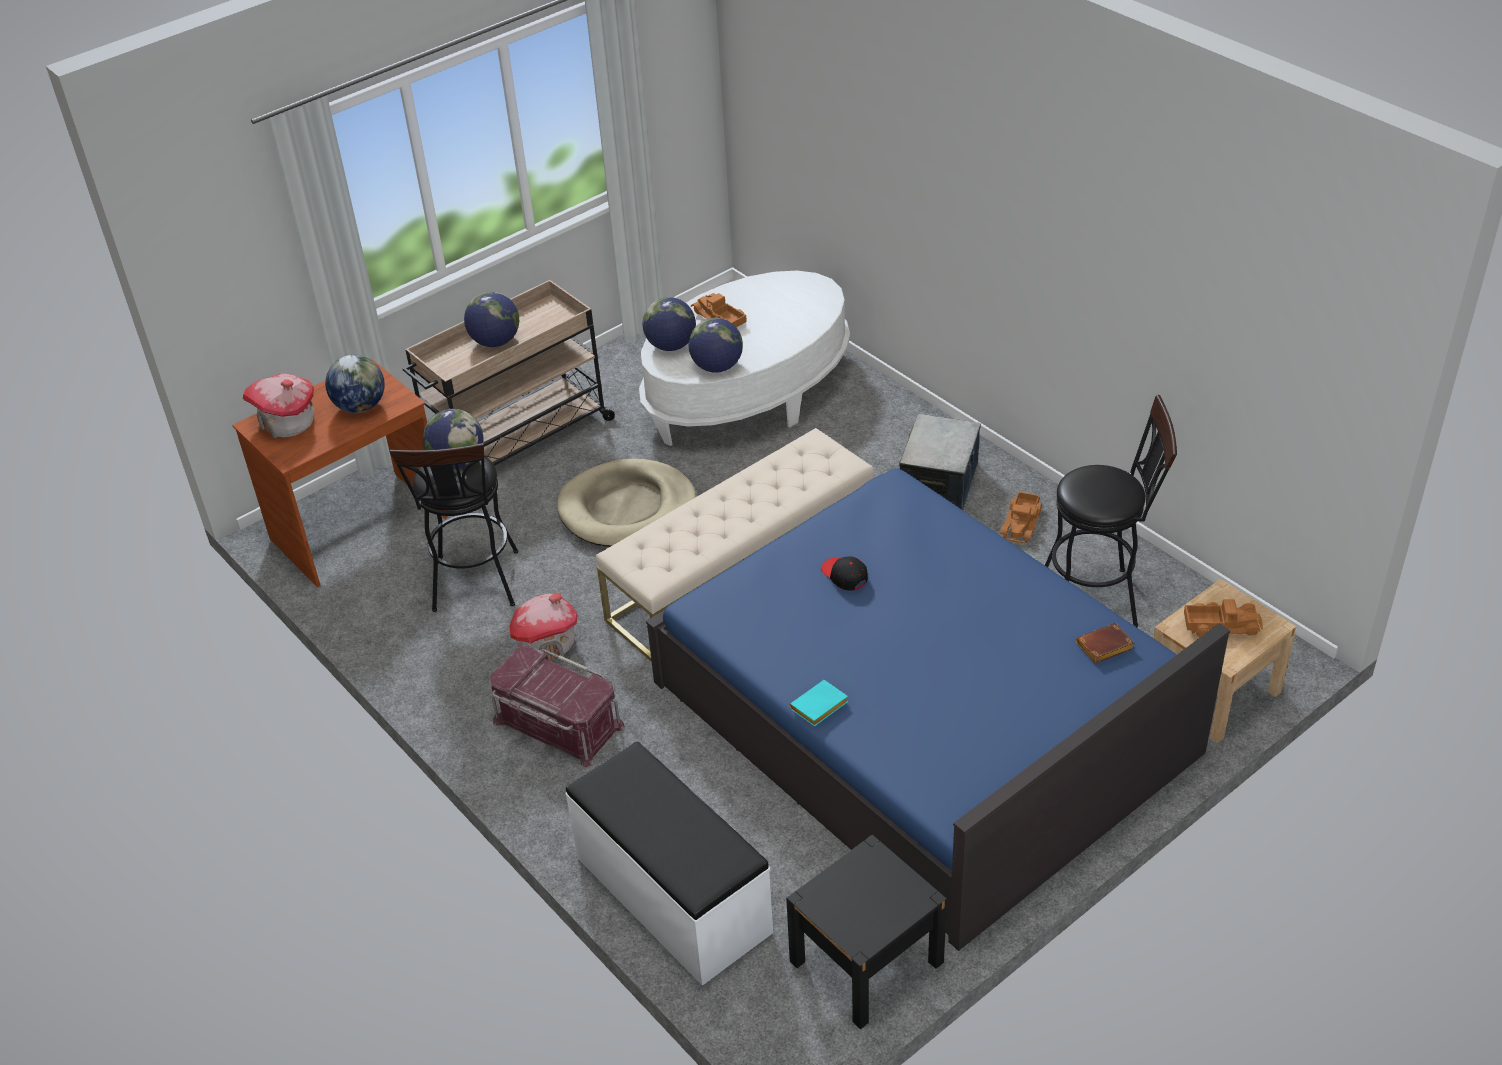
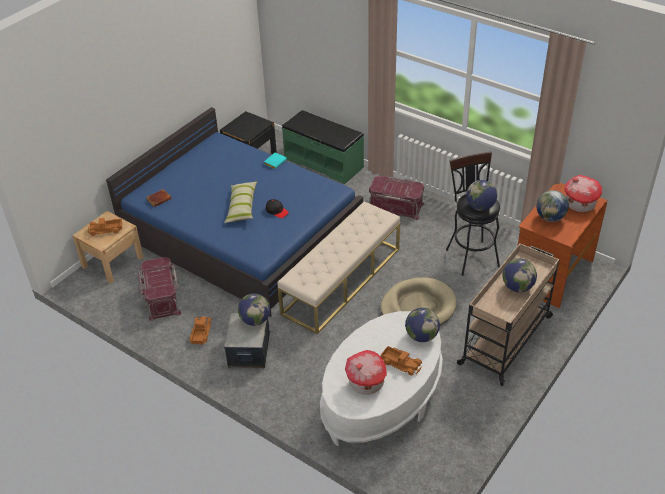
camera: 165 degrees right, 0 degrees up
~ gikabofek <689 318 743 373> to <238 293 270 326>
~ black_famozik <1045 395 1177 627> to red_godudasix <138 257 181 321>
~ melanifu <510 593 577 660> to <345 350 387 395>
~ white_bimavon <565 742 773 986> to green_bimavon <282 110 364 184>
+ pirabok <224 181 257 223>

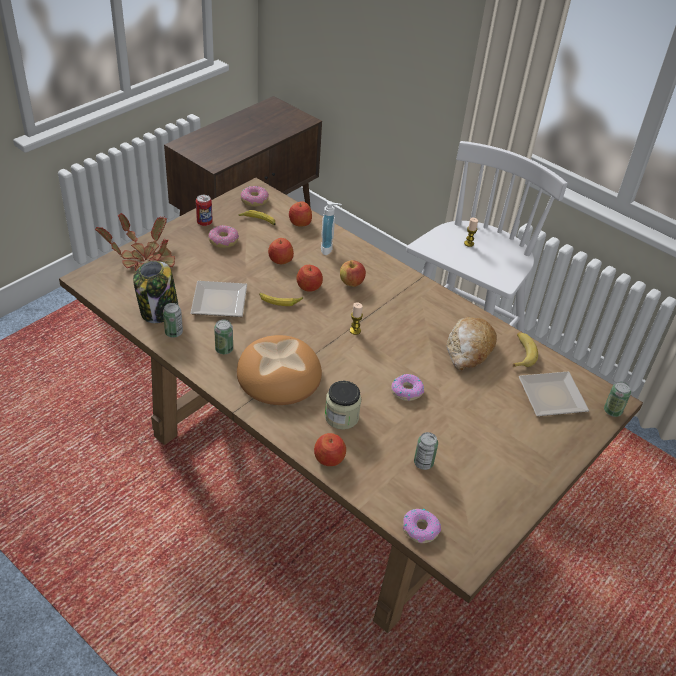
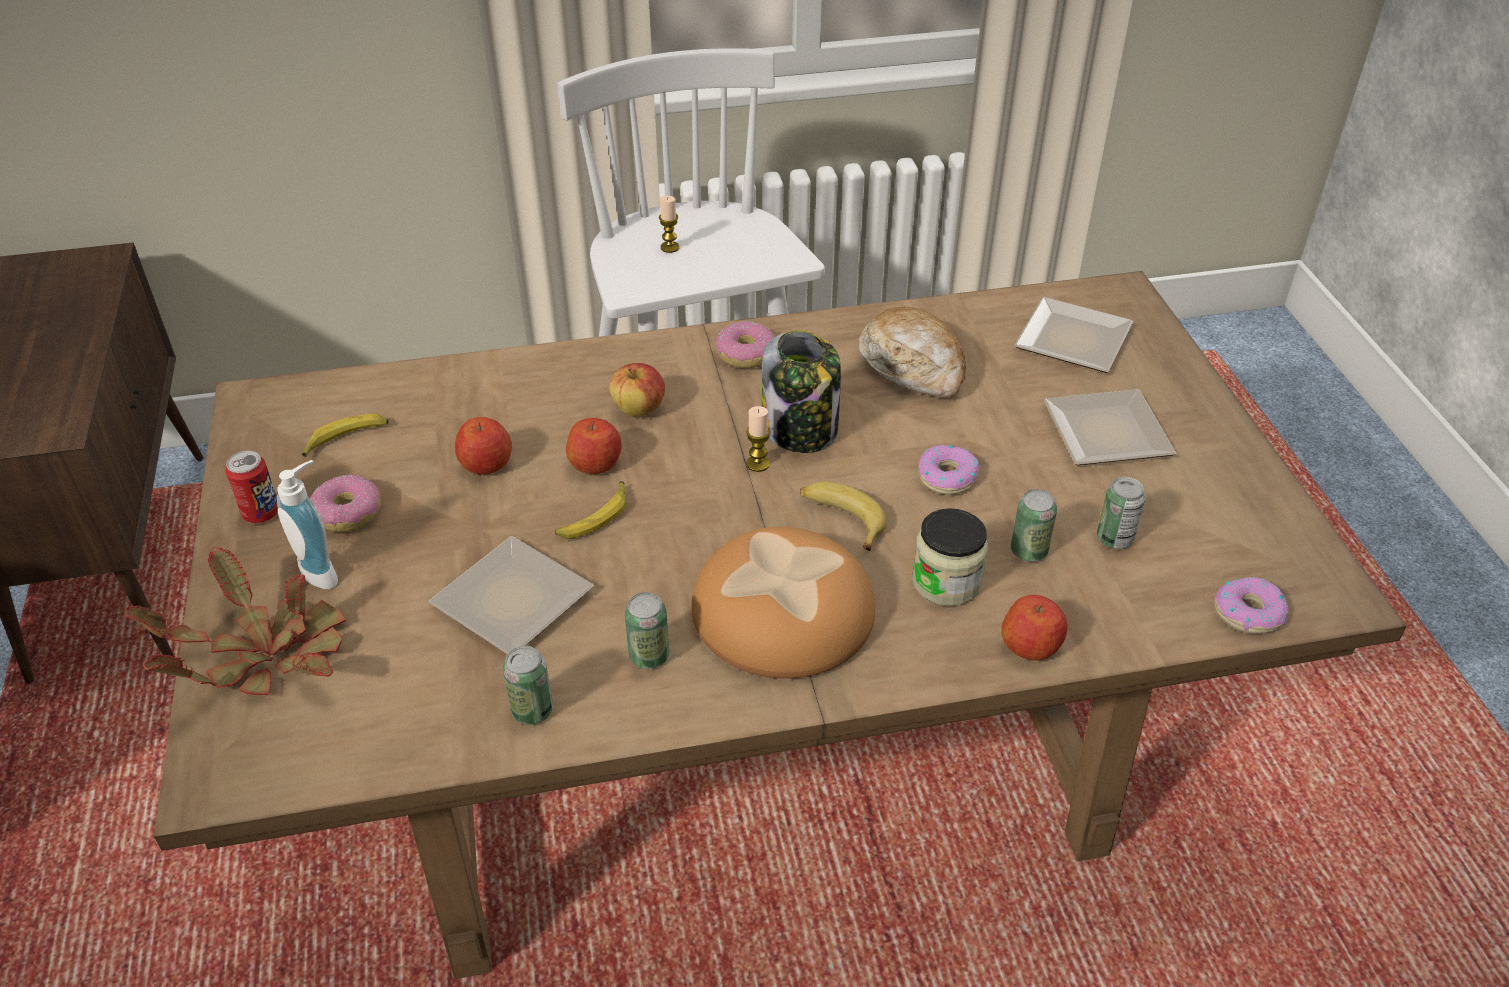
camera: 50 degrees left, 0 degrees up
~ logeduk <241 186 269 207> to <716 321 774 368>
- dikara <289 201 312 227>
~ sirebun <321 201 342 255> to <277 460 338 589>
~ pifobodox <133 261 178 323> to <762 330 841 453>
~ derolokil <513 332 538 367> to <800 482 887 551>
~ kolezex <604 382 631 417> to <1011 489 1057 562>
+ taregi <1043 389 1176 465>

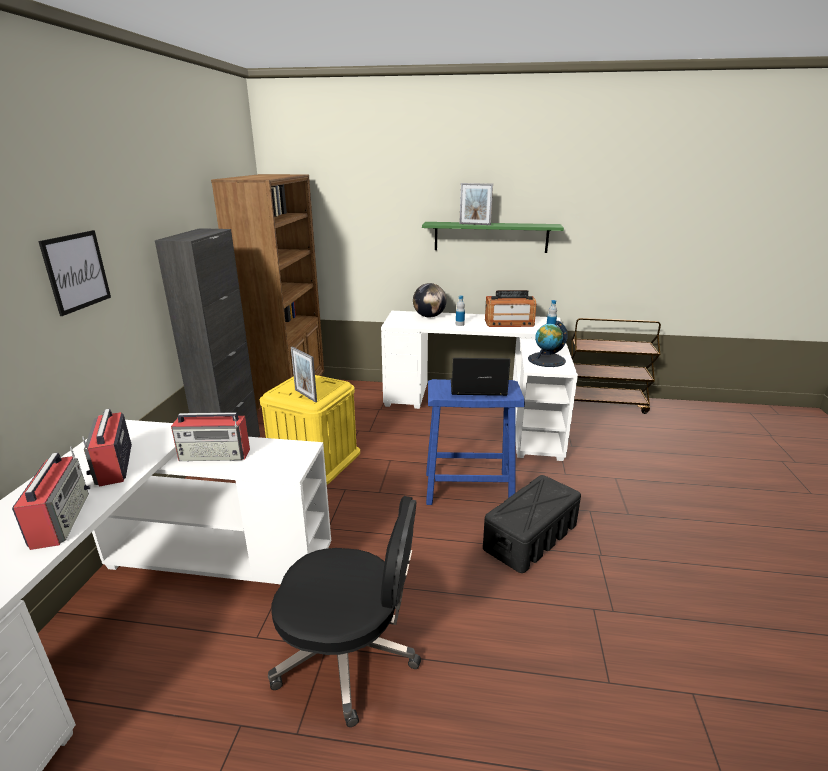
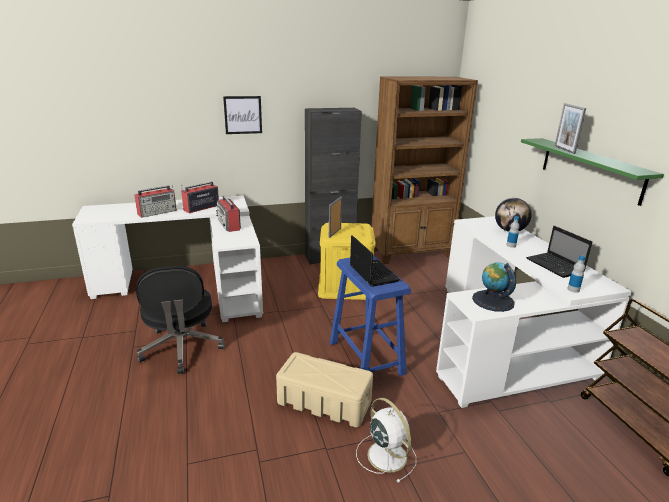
camera: 65 degrees right, 0 degrees up
~ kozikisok <485 290 536 327> to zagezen <526 226 592 278>
~ black_godudasix <483 475 581 573> to beige_godudasix <276 352 373 427>
+ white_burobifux <356 398 416 483>

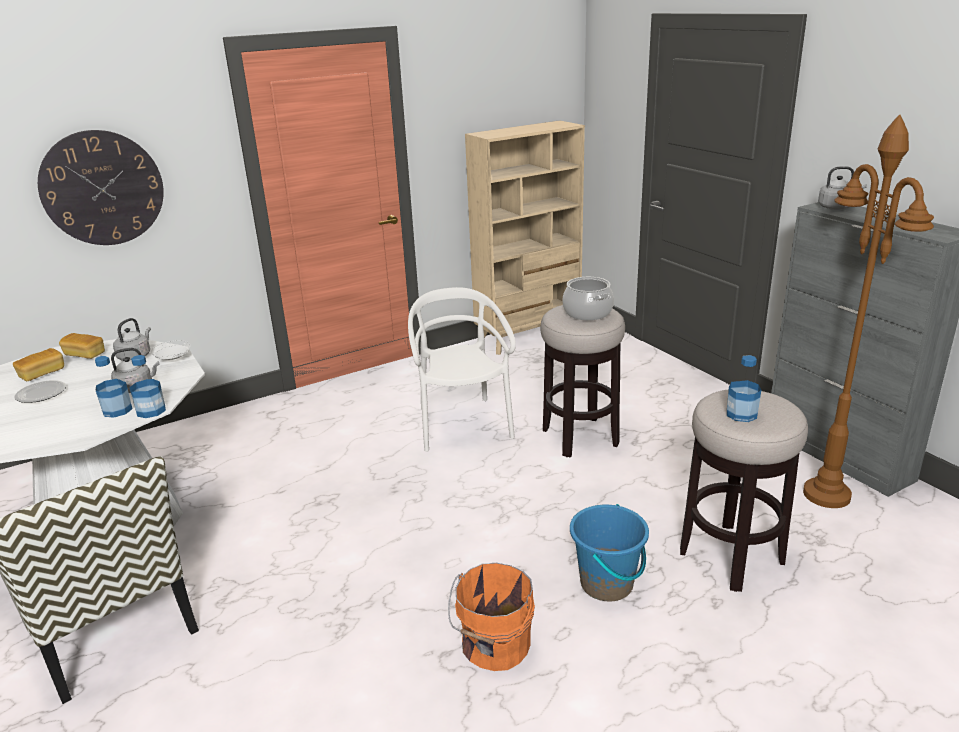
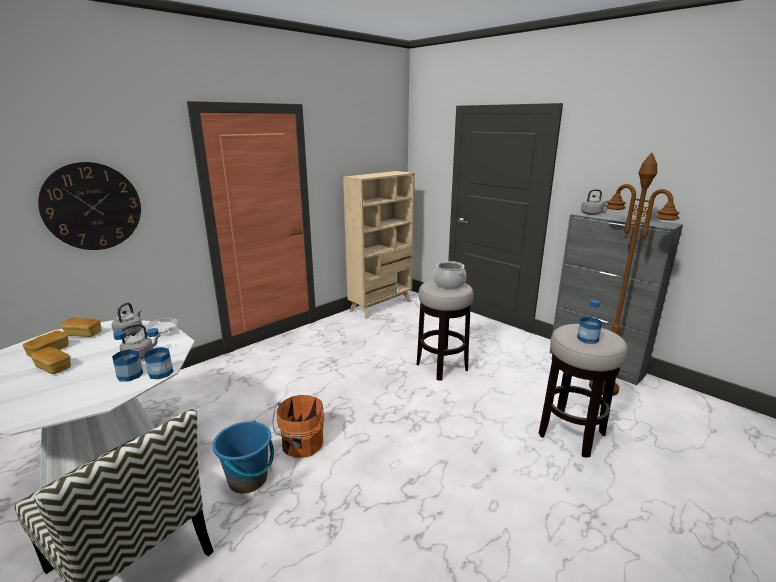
camera: 15 degrees left, 5 degrees down
- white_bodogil <408 287 516 452>
~ taregi <14 380 66 403> to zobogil <31 347 71 374>
~ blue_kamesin <570 504 649 602> to <212 420 274 494>
~ orange_kamesin <448 563 535 671> to <273 395 325 458>

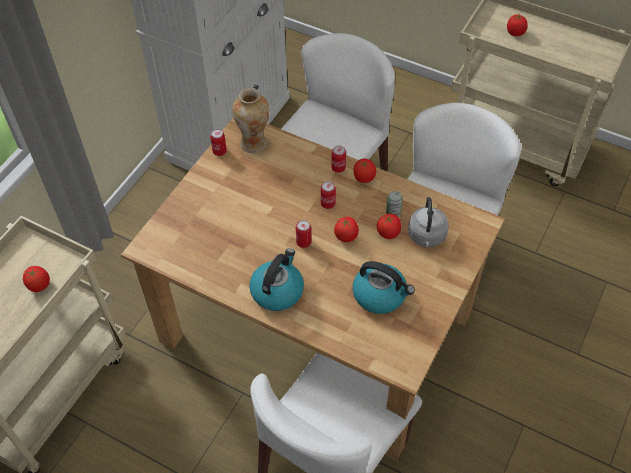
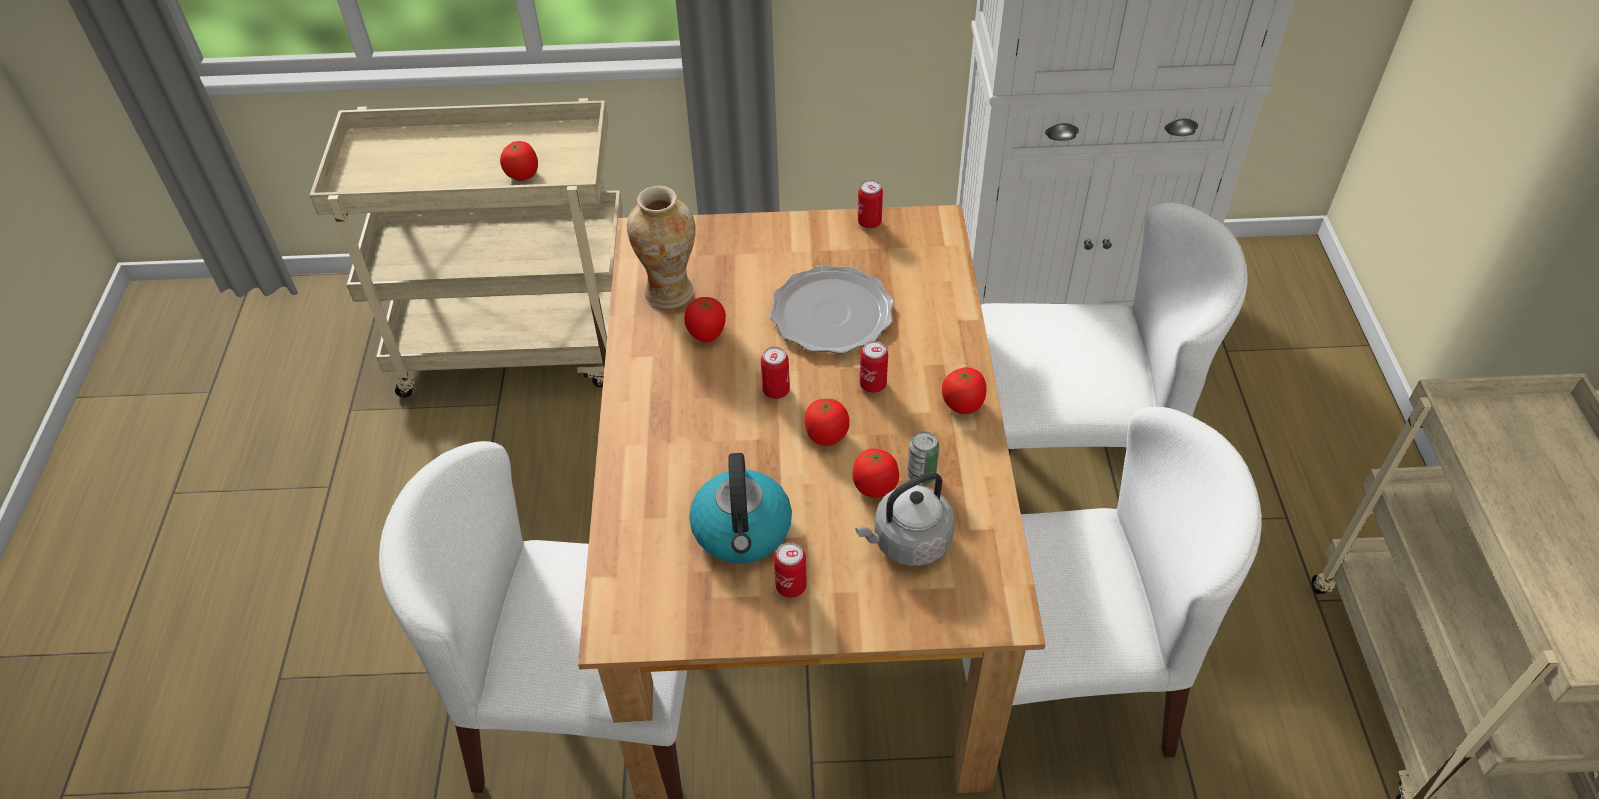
camera: 60 degrees right, 5 degrees down
~ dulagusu <507 14 527 36> to <685 297 726 342>
~ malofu <232 88 270 153> to <627 186 696 309>
~ kolezex <331 146 346 173> to <774 542 807 598>
- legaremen <249 248 304 311>
+ taregi <770 265 894 354>

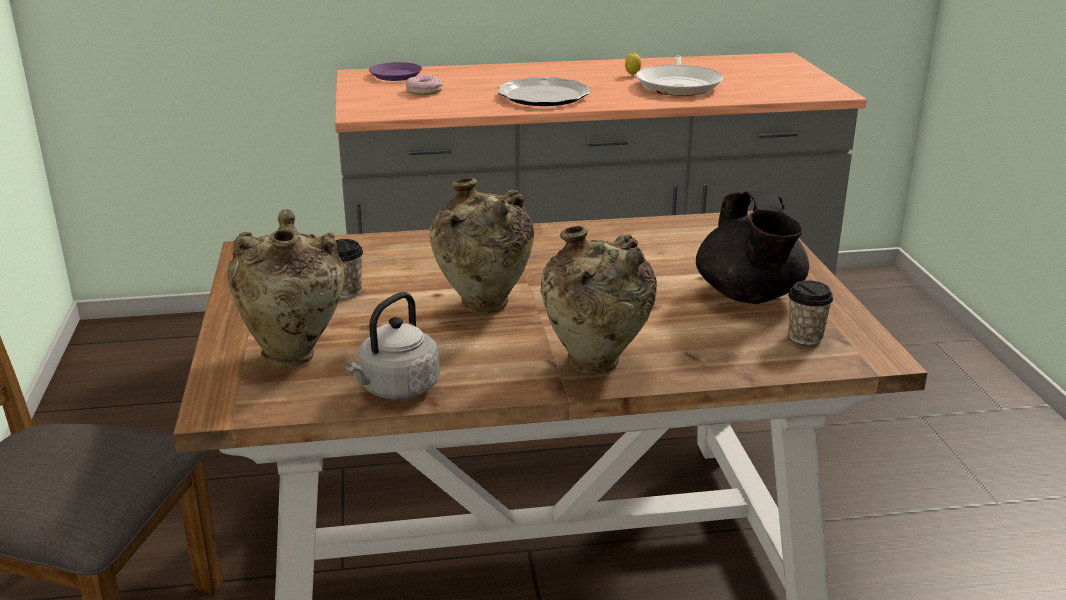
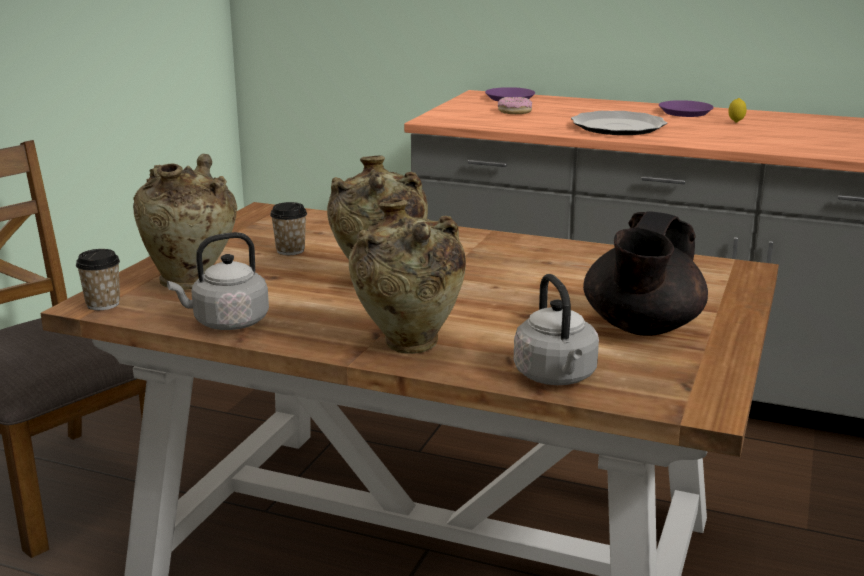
camera: 30 degrees right, 5 degrees down
- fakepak <636 55 723 96>
~ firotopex <788 280 833 345> to <76 249 120 310>
+ purple_taregi <659 100 714 117>
+ grey_legaremen <514 274 599 385>

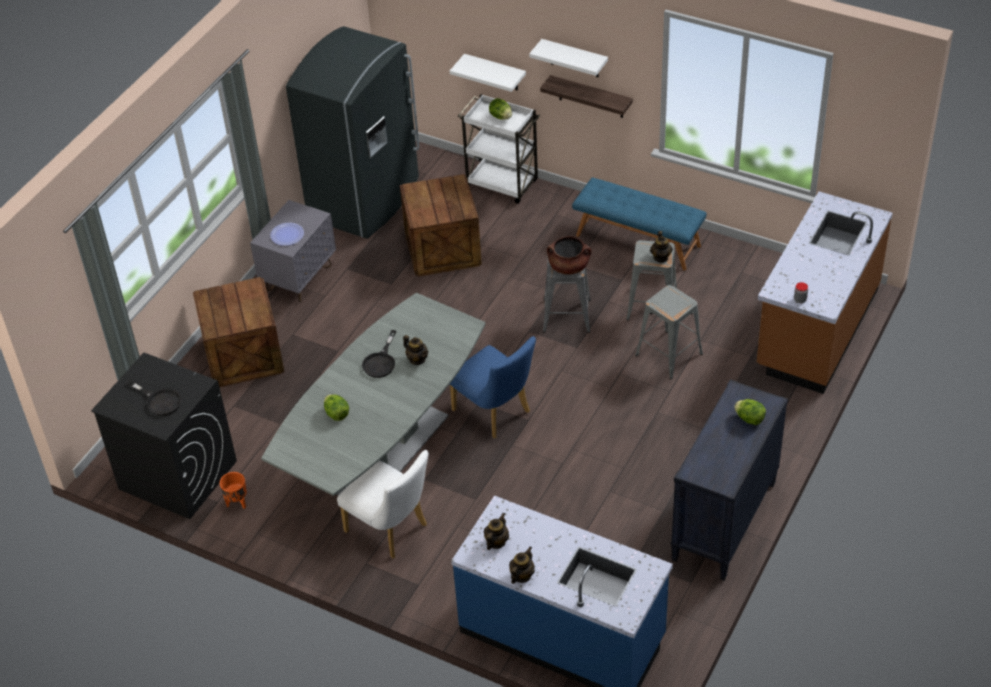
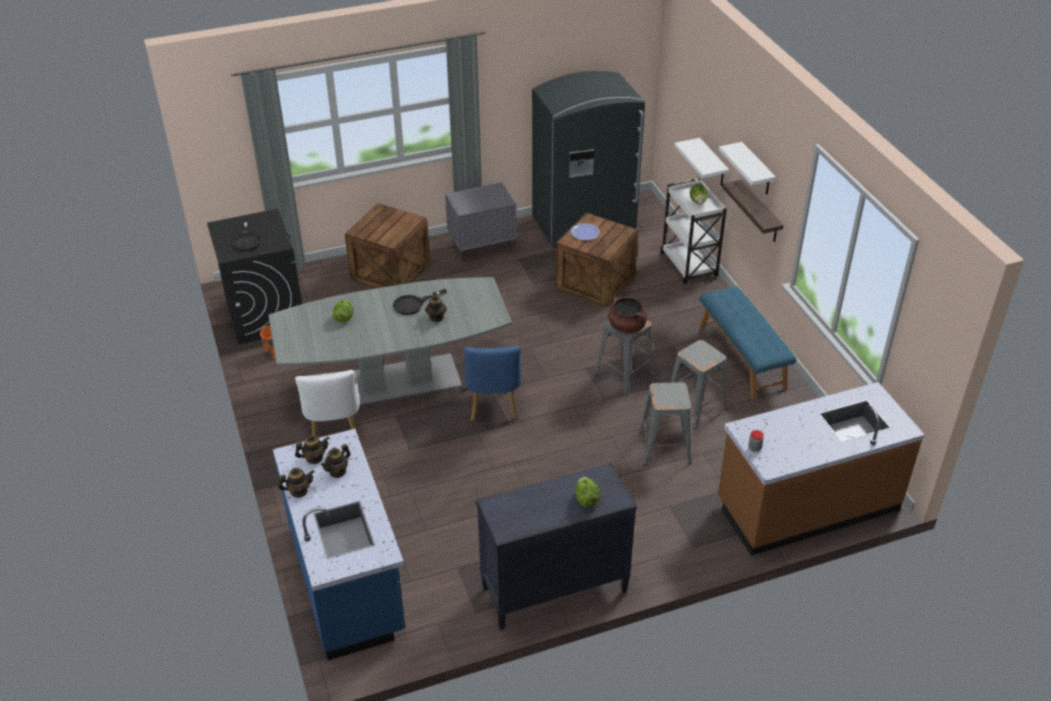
camera: 40 degrees right, 5 degrees down
~ taregi <270 223 304 246> to <570 223 600 240>
~ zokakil <650 231 673 263> to <321 444 351 478>

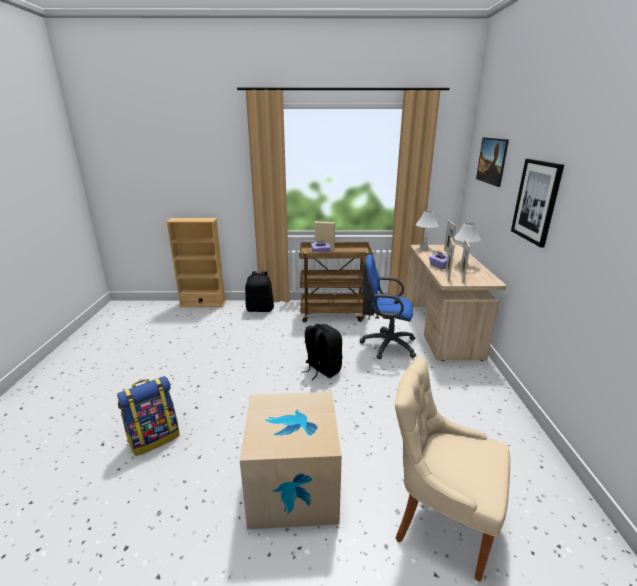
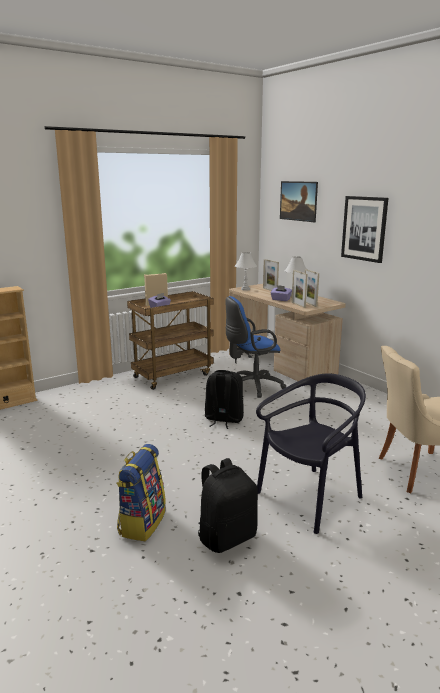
camera: 35 degrees left, 5 degrees down
~ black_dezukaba <245 271 274 312> to <198 458 258 553>
~ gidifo <240 392 342 529> to black_bodogil <256 373 366 534>

